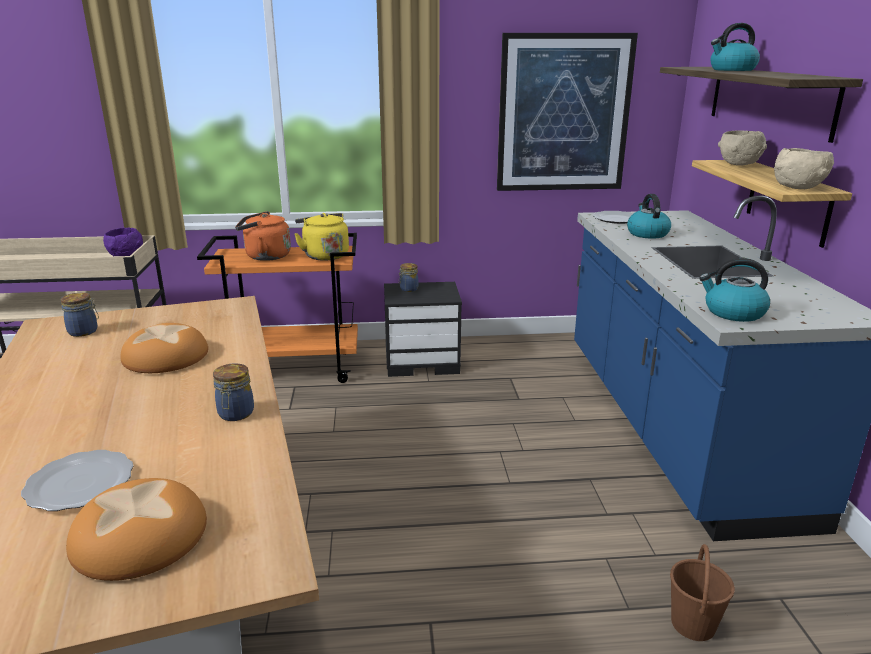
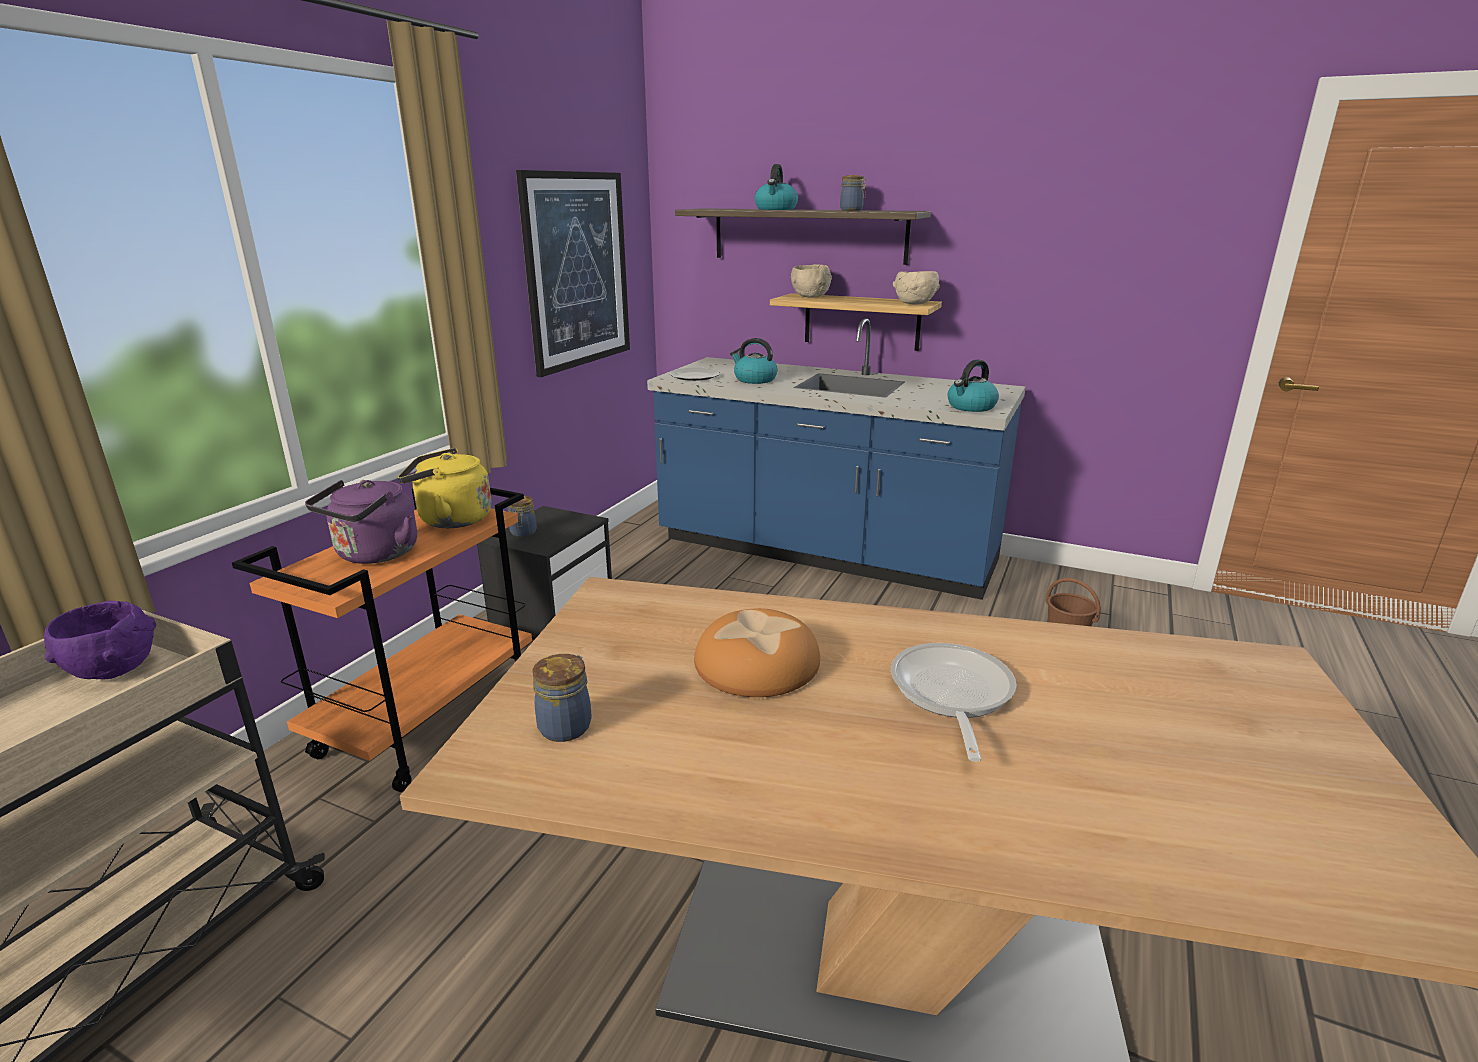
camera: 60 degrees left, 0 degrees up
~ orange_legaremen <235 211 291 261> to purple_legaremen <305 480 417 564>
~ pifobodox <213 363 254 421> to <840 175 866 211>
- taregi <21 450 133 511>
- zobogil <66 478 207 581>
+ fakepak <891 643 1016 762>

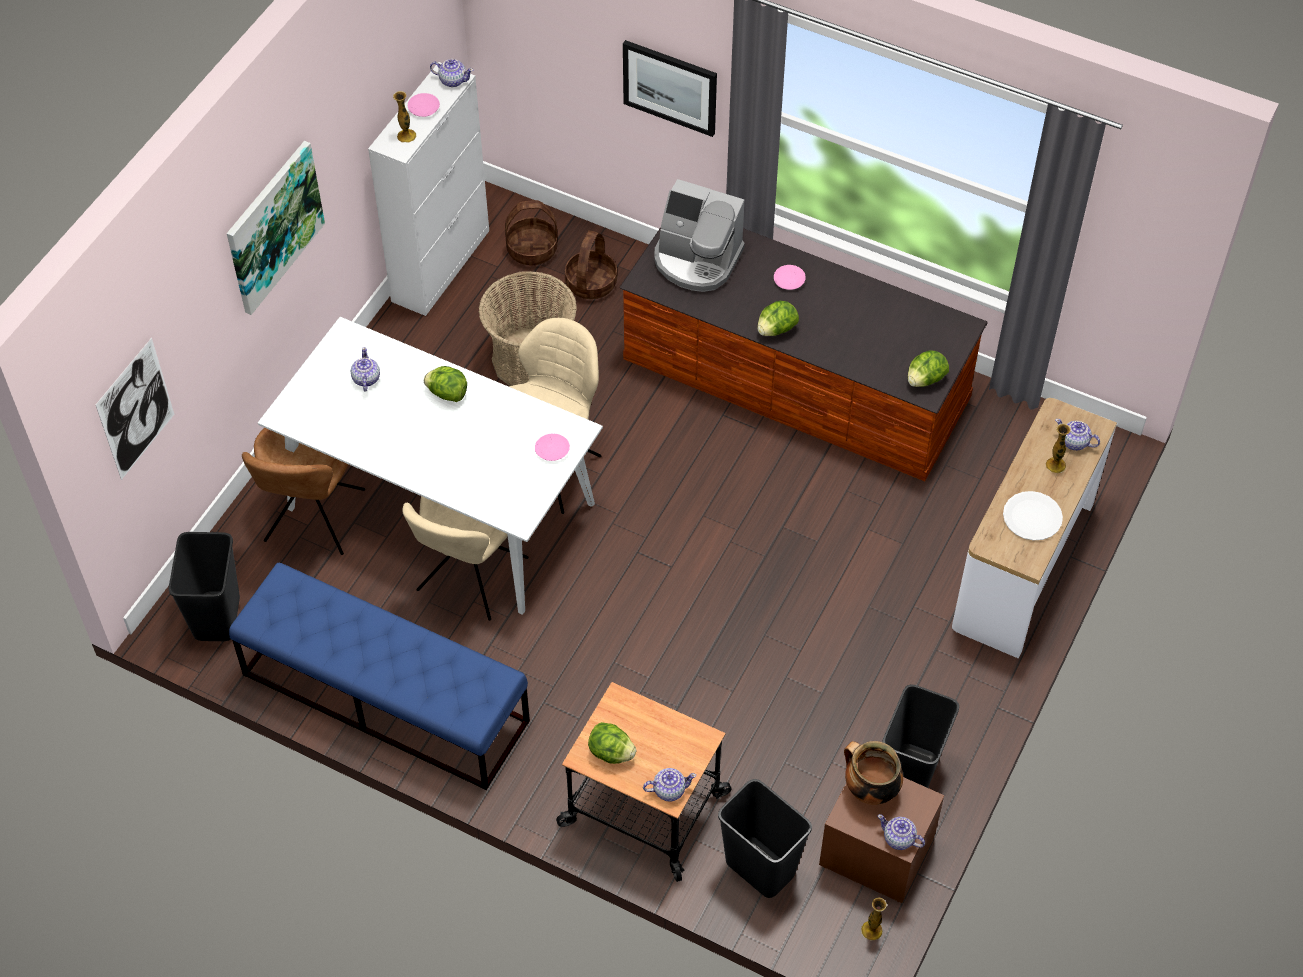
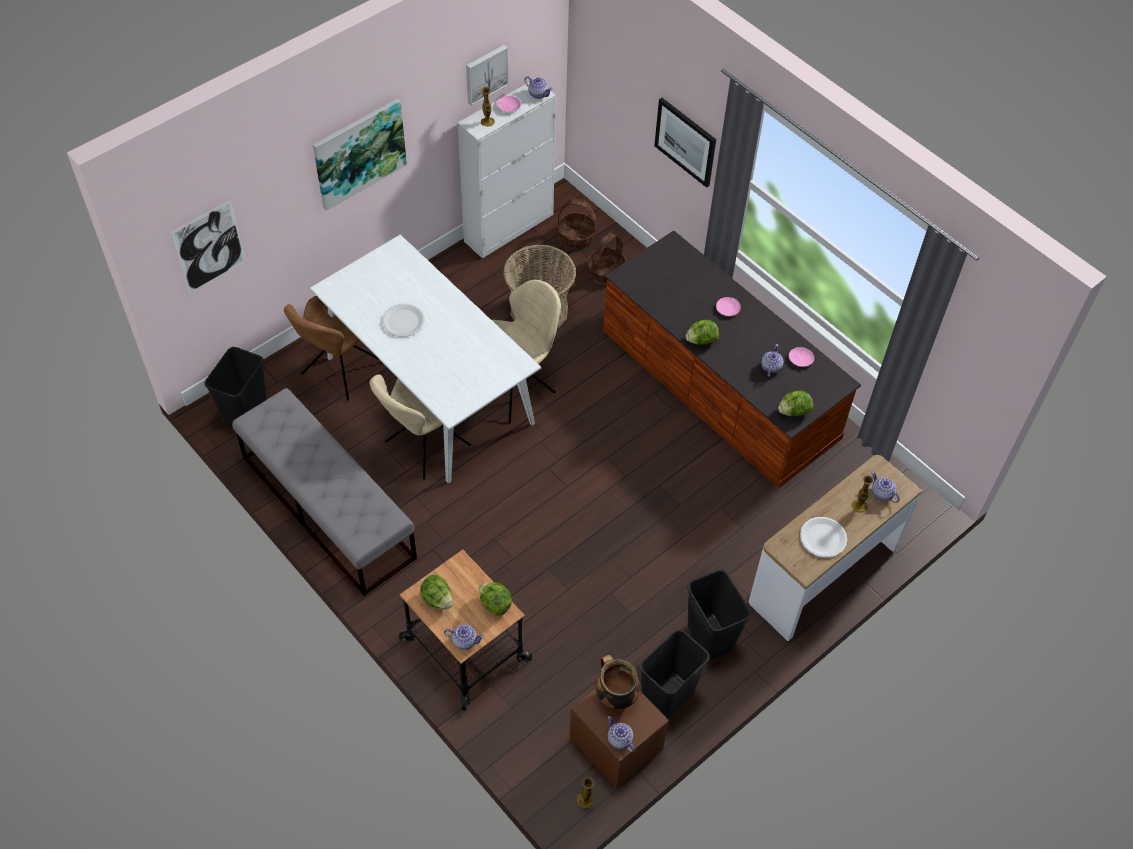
camera: 20 degrees right, 0 degrees up
- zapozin <654 179 745 292>
~ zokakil <351 347 380 392> to <761 344 784 376>
~ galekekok <424 366 467 402> to <478 582 512 616>
~ pink_taregi <535 434 570 461> to <789 347 814 367>
~ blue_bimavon <229 563 530 790> to grey_bimavon <232 388 417 596>
~ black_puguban <718 779 812 898> to <687 570 751 659>
+ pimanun <466 45 509 106>
+ white_taregi <382 304 425 337>

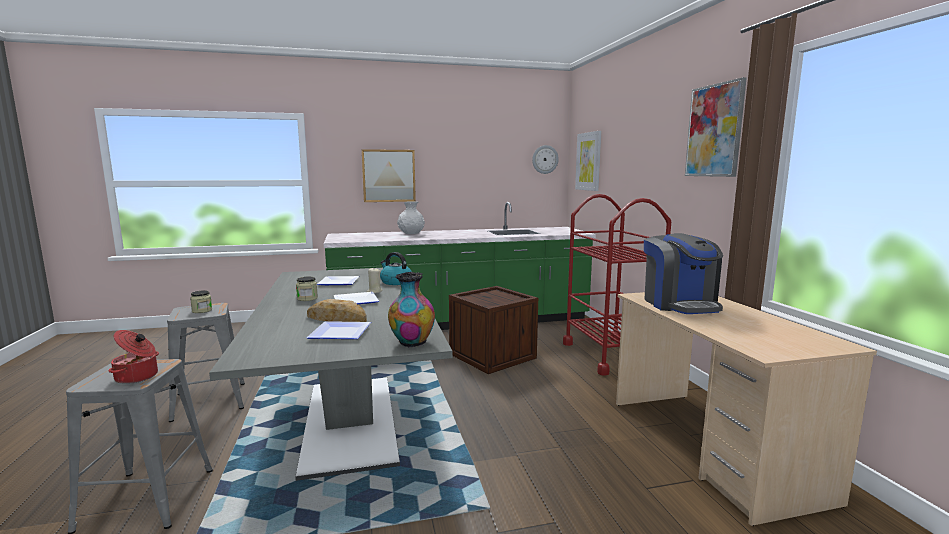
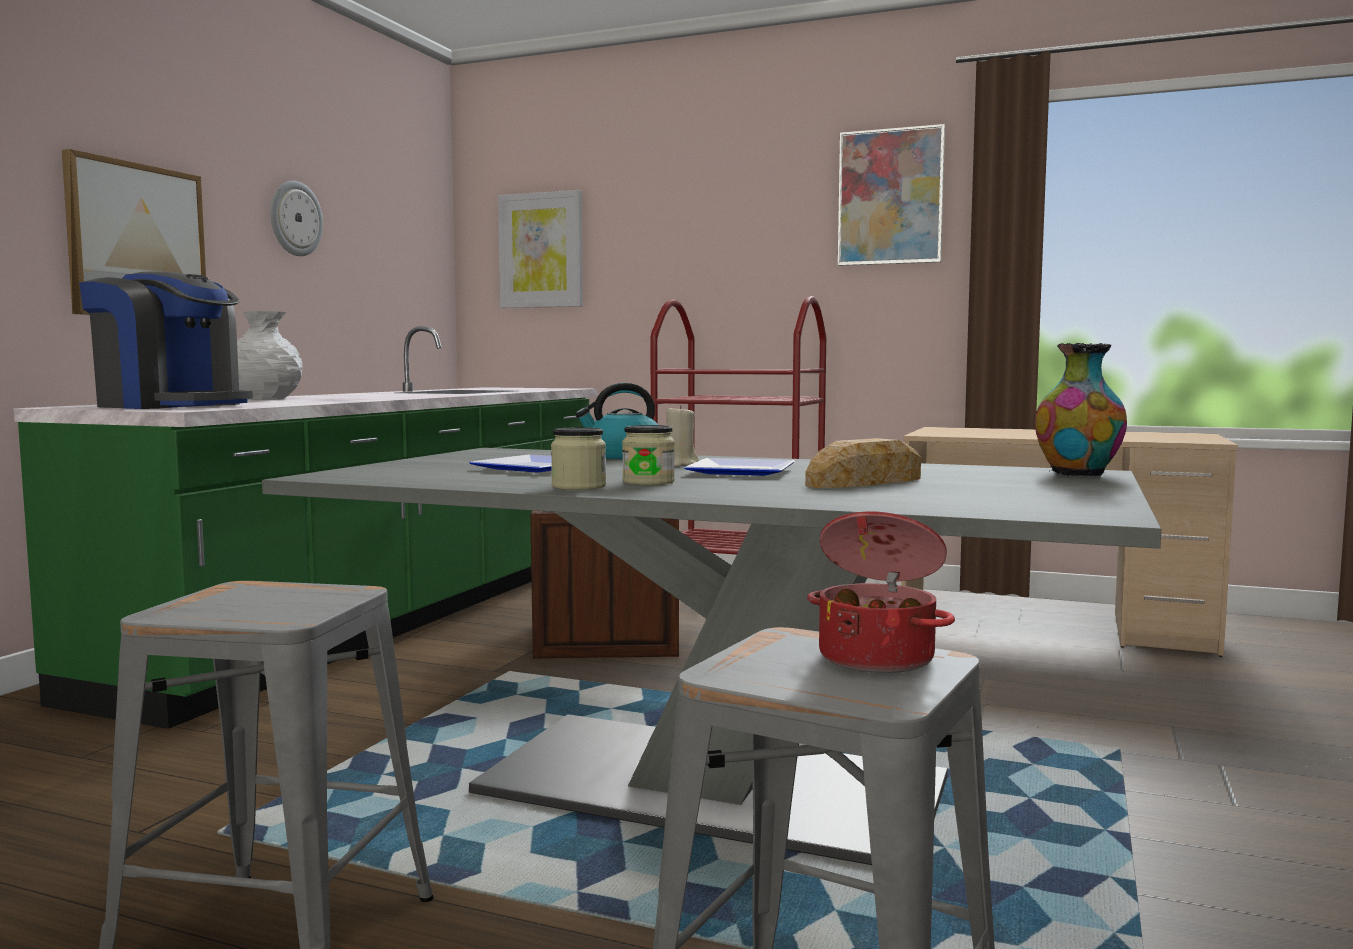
camera: 55 degrees left, 5 degrees down
~ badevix <532 145 559 174> to <270 181 323 256>
~ zapozin <644 233 723 314> to <79 271 253 409>
~ pifobodox <190 290 212 313> to <551 427 606 490>
- taregi <306 321 371 339>

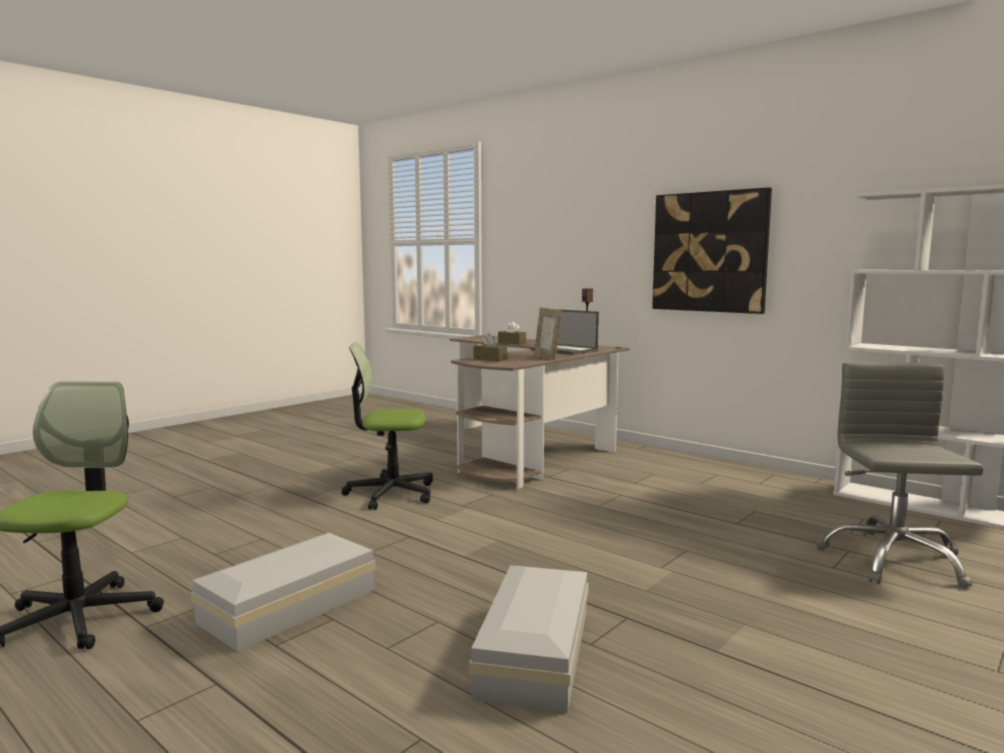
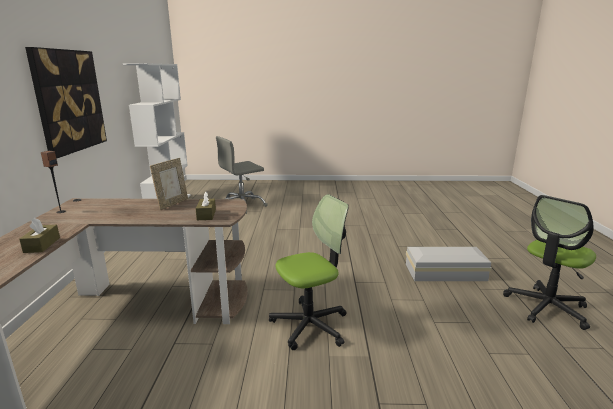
camera: 130 degrees left, 10 degrees up
- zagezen <531 309 599 355>
~ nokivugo <341 343 433 510> = <269 194 349 350> 75 degrees counterclockwise
- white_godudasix <469 565 589 713>

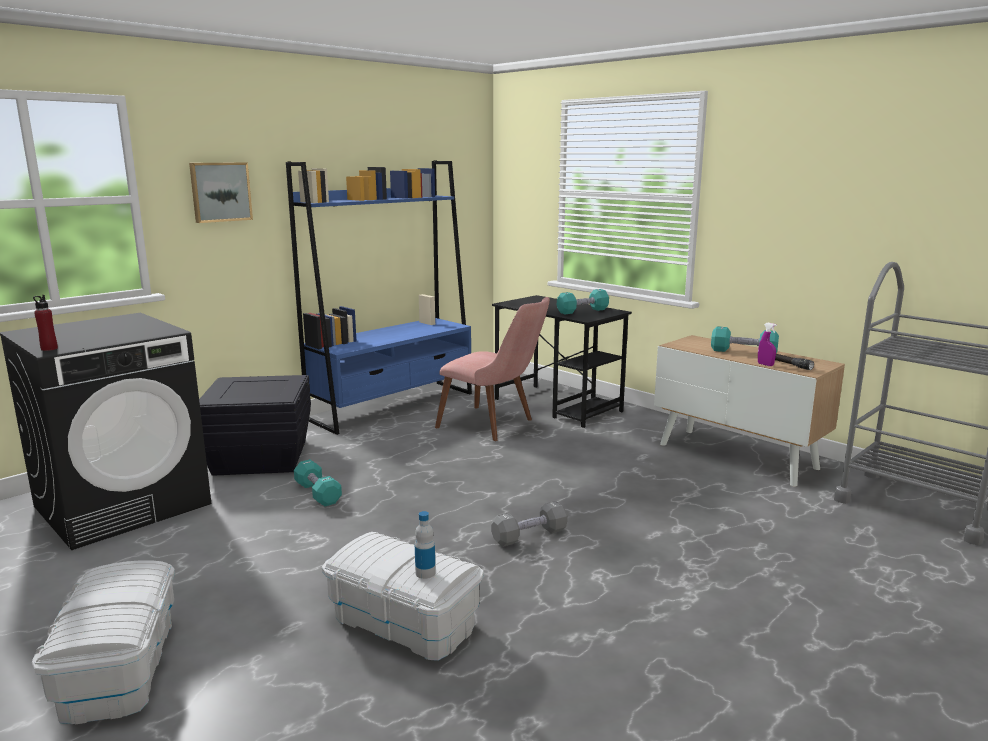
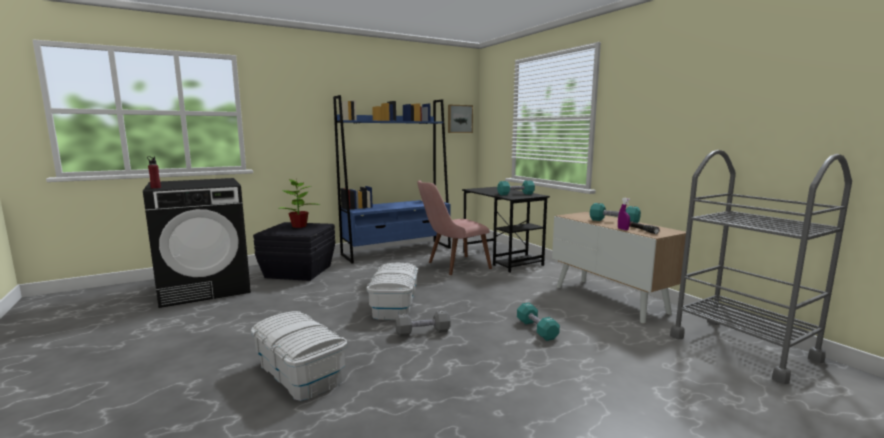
camera: 15 degrees right, 5 degrees down
~ pimanun <189 162 253 223> to <448 105 473 133>
~ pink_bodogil <435 297 550 441> = <417 180 492 275> 105 degrees clockwise
~ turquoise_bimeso <294 459 342 506> to <517 303 560 341>
- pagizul <415 511 436 579>
~ white_godudasix <32 560 175 725> to <366 263 418 320>
+ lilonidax <279 179 320 228>

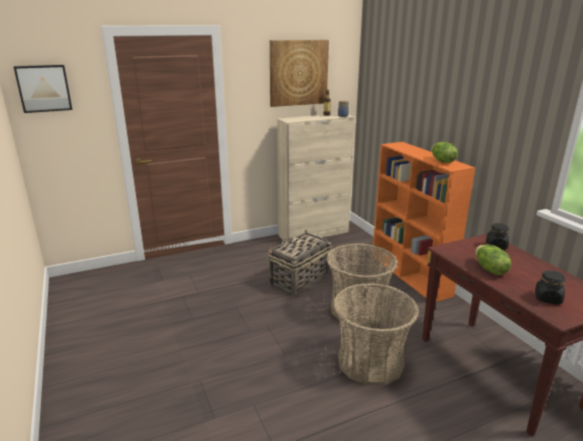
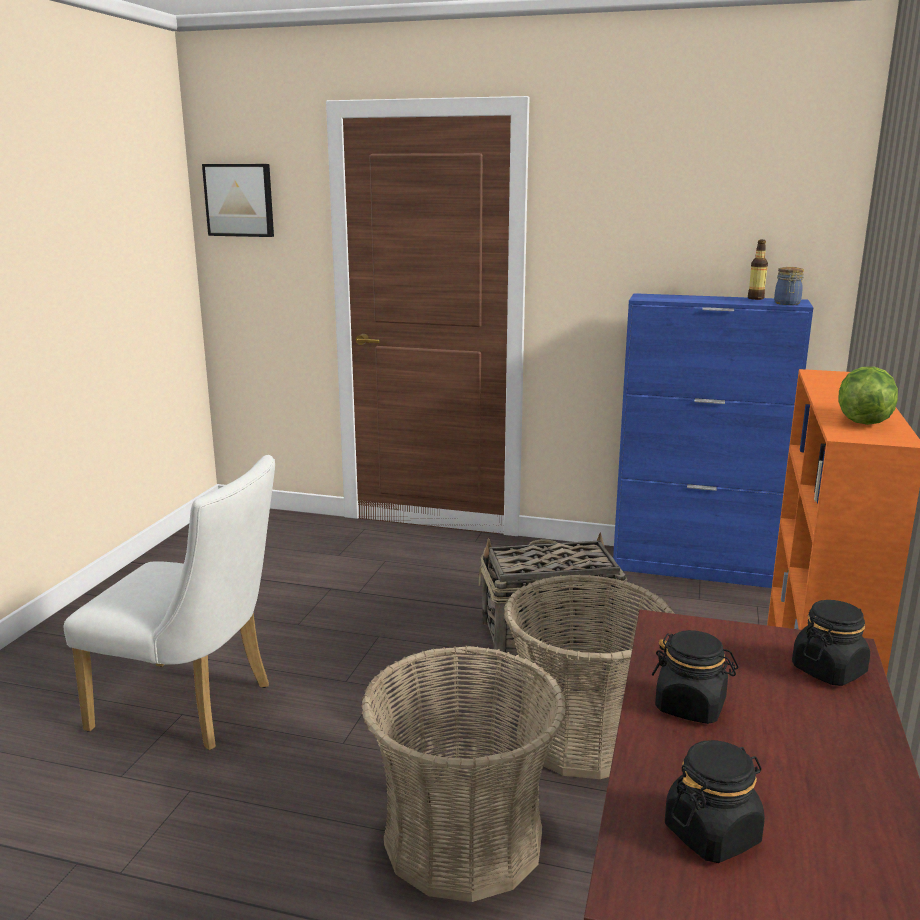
camera: 40 degrees right, 5 degrees down
- pimanun <270 40 329 107>
~ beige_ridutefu <277 113 355 242> to blue_ridutefu <613 293 814 588>
~ galekekok <476 245 511 275> to black_pifobodox <652 630 739 724>
+ white_bodogil <64 455 275 750>

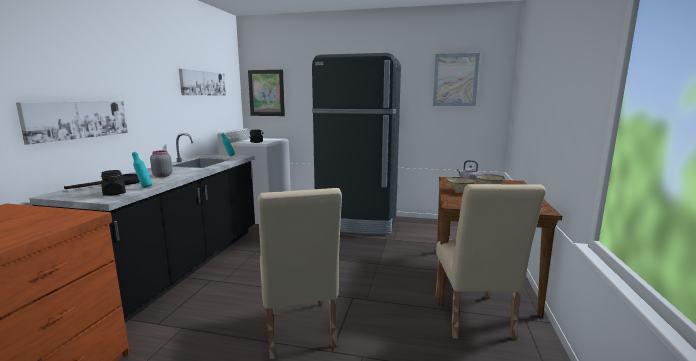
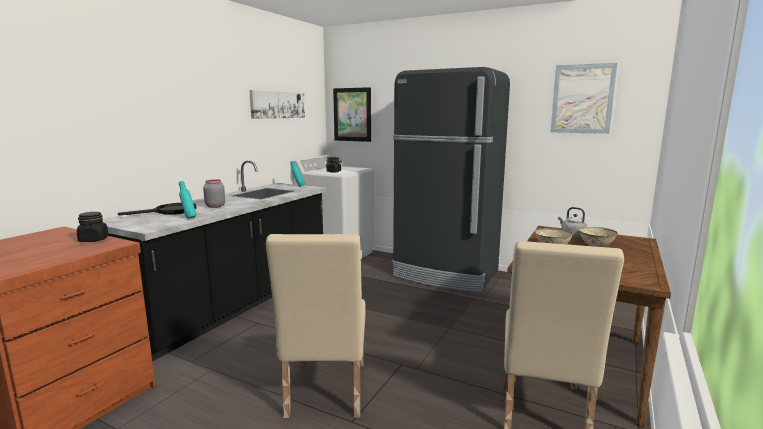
camera: 15 degrees right, 0 degrees up
- pimanun <16 101 128 145>
~ black_pifobodox <101 170 126 196> to <77 212 108 242>

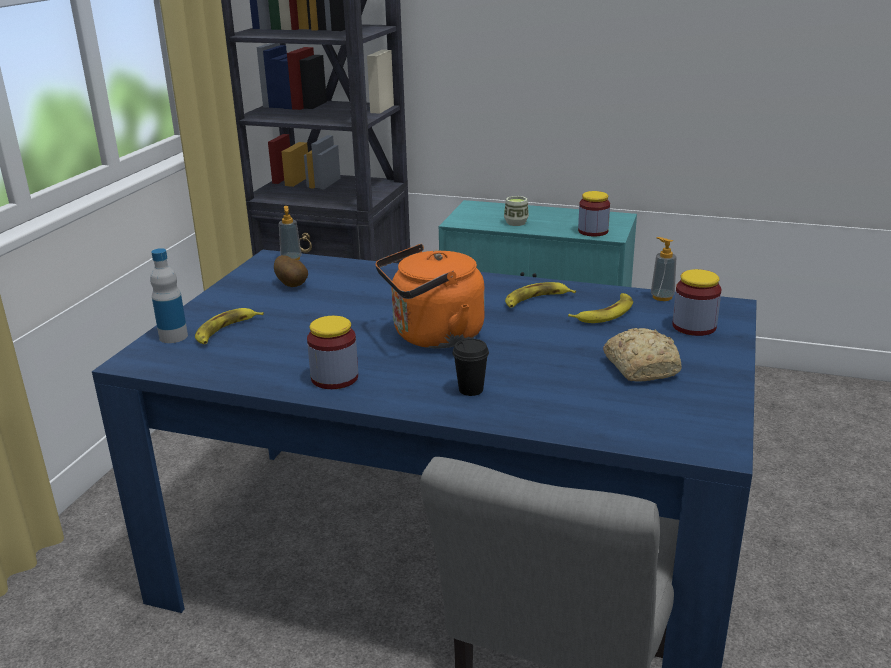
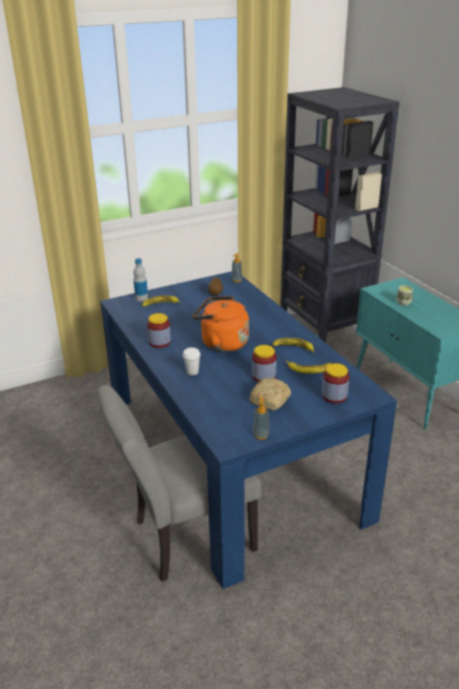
camera: 45 degrees right, 5 degrees up
~ pifobodox <578 191 610 236> to <252 345 277 382>
~ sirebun <651 237 676 301> to <253 397 269 440>
~ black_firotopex <453 339 489 396> to white_firotopex <183 347 201 376>

